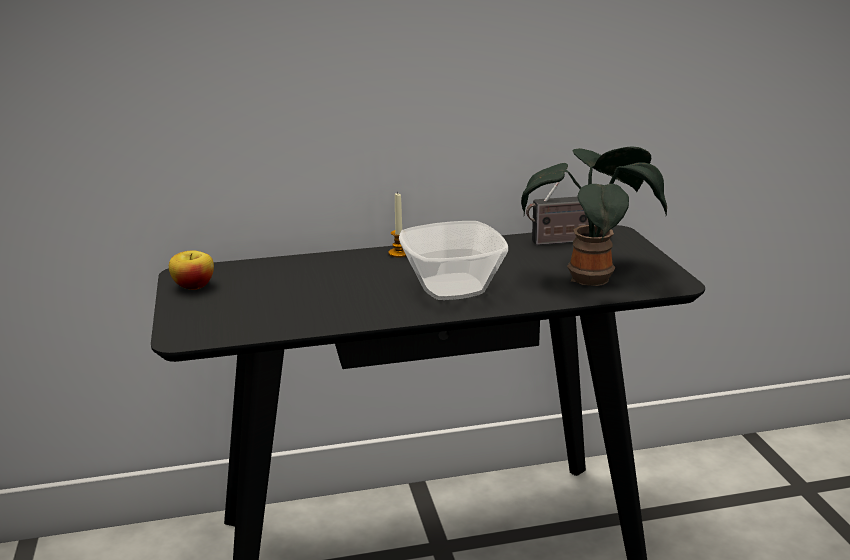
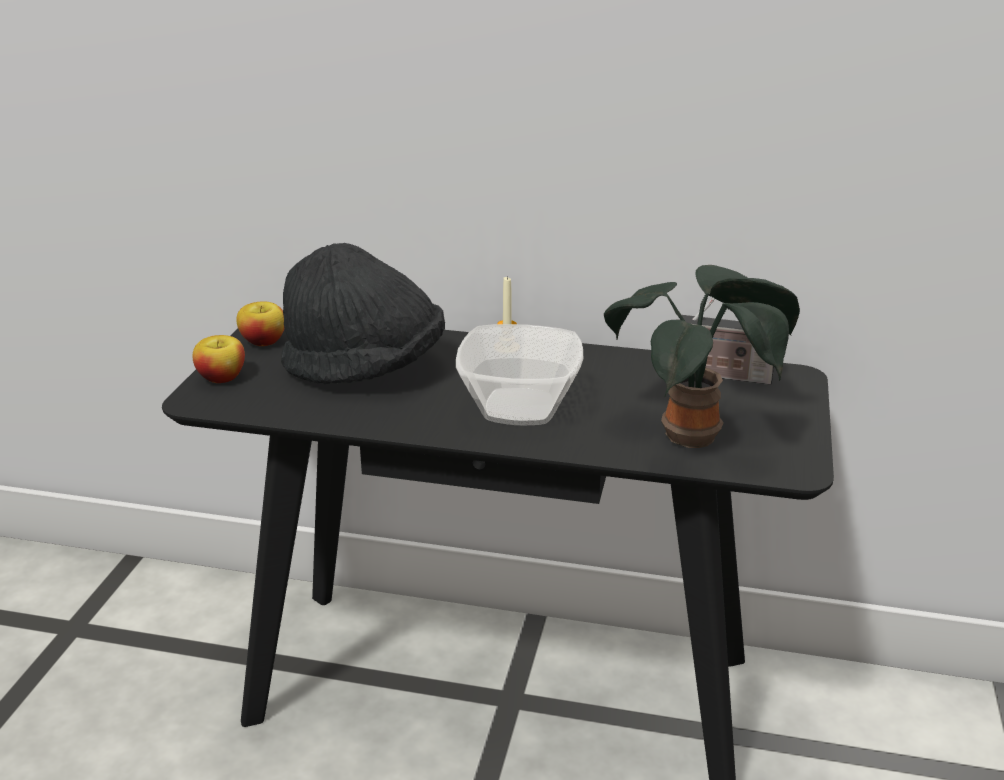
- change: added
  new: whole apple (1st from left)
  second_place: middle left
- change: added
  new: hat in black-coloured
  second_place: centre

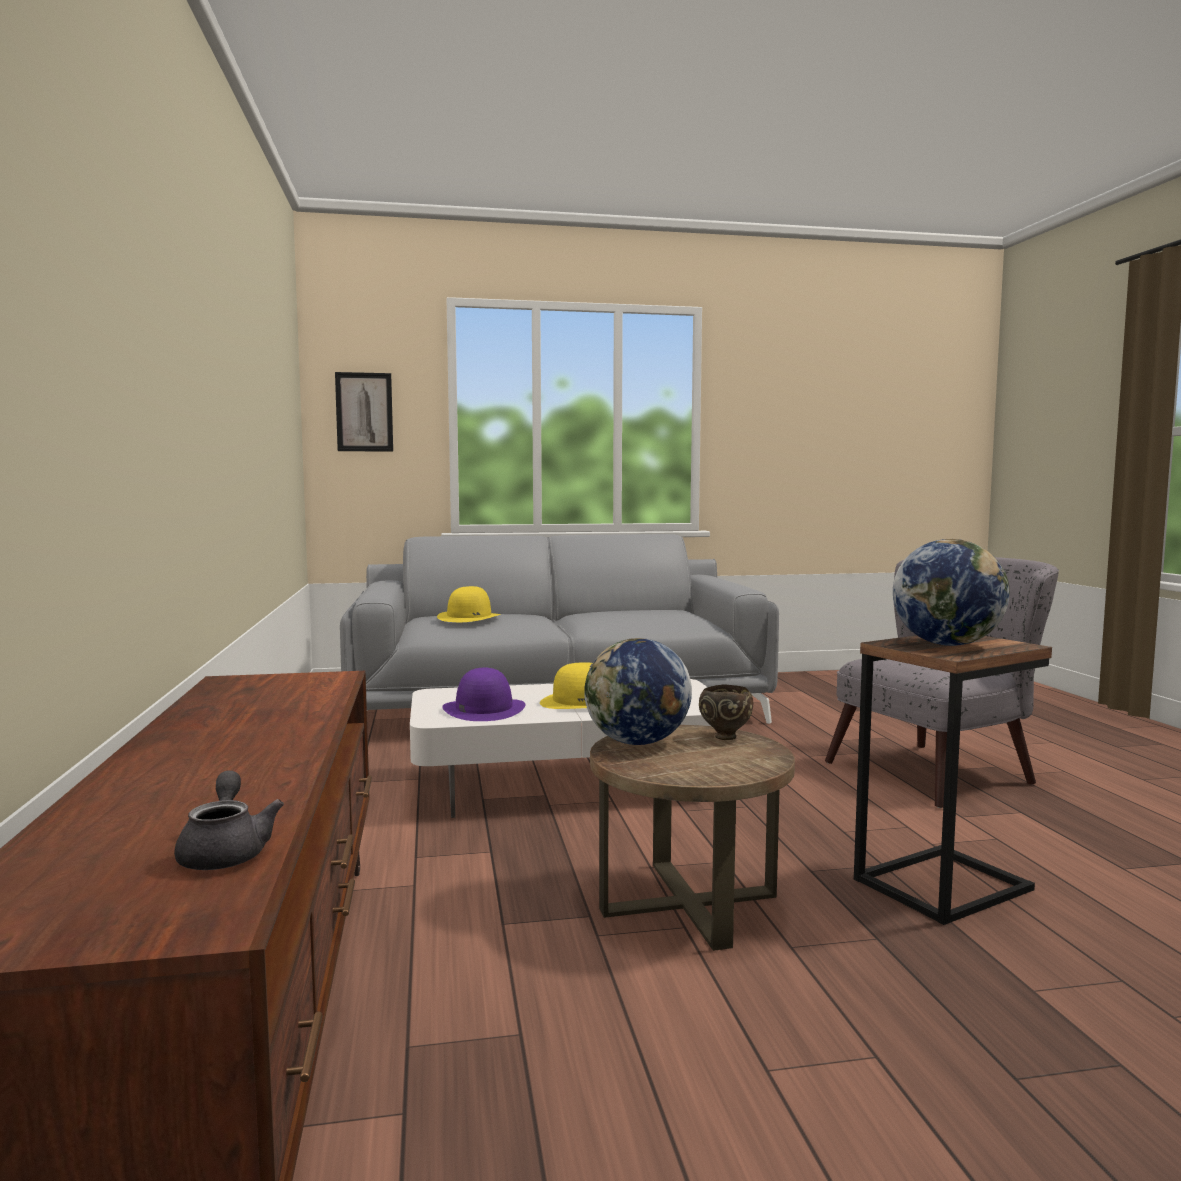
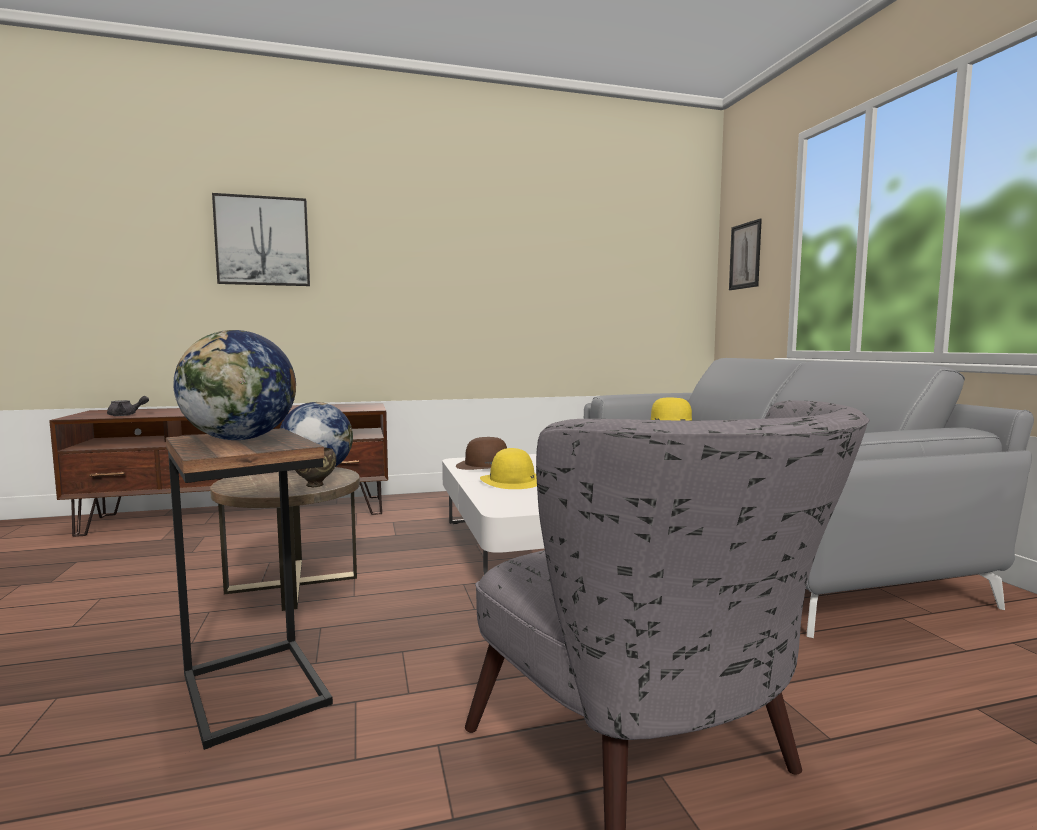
- change: added
  new: picture (1st from left)
  second_place: top left
- change: recoloured
  old: hat in purple
  new: hat in brown-coloured
  first_place: centre
  second_place: centre

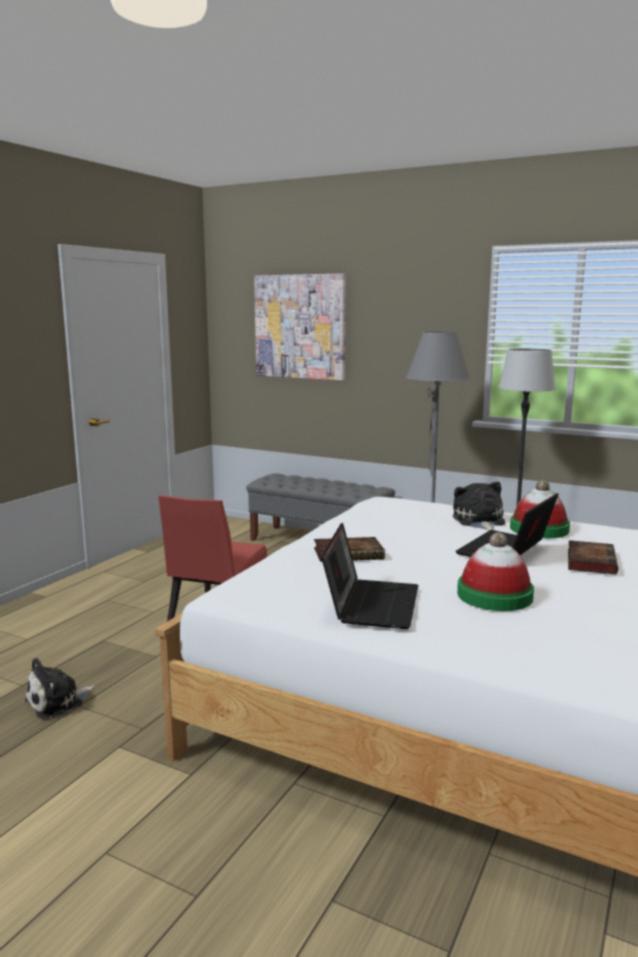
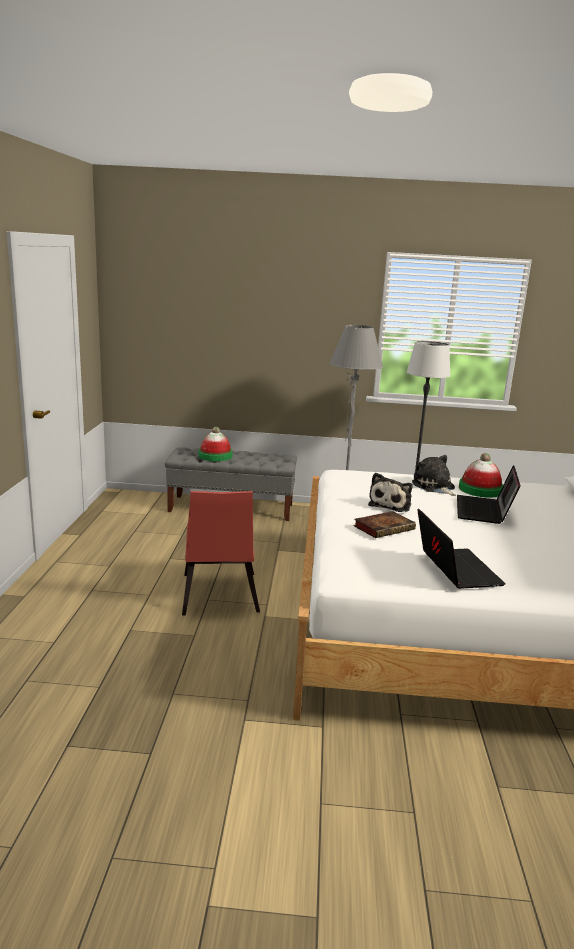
- change: moved
  old: hat (1st from left)
  first_place: middle right
  second_place: centre
- change: moved
  old: cuddly toy (1st from left)
  first_place: bottom left
  second_place: middle right
- change: removed
  old: picture
  first_place: centre
- change: removed
  old: volume (2nd from left)
  first_place: middle right

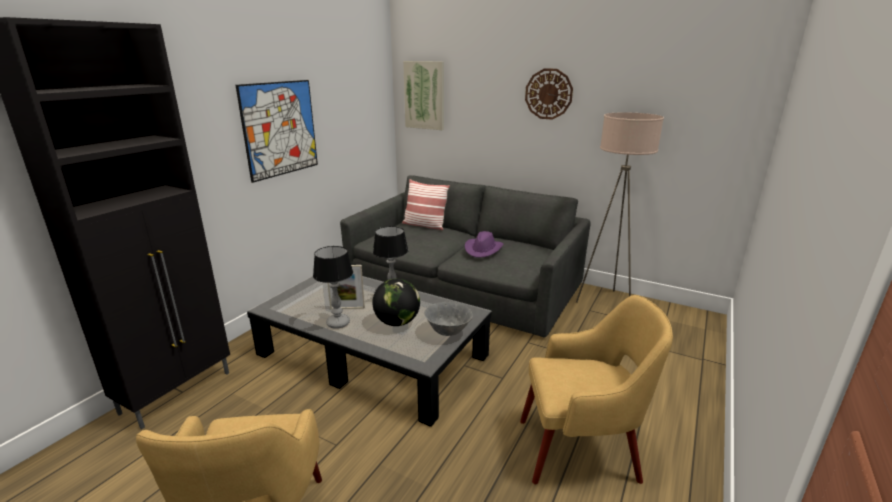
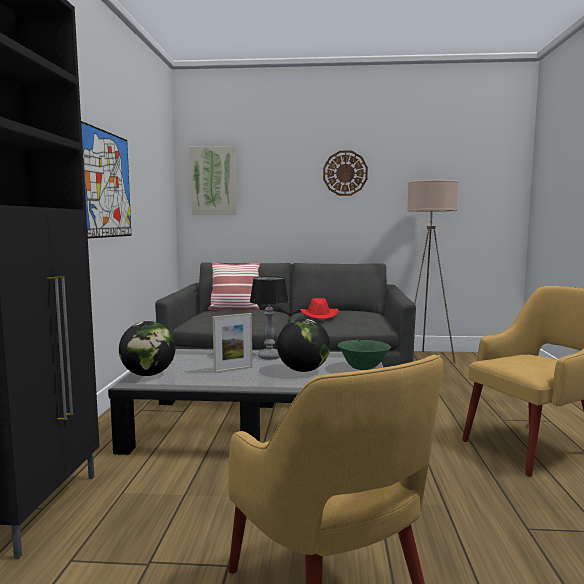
- change: added
  new: globe (1st from left)
  second_place: middle left
- change: recoloured
  old: hat in purple
  new: hat in red-coloured
  first_place: centre
  second_place: centre
- change: recoloured
  old: serving bowl in gray
  new: serving bowl in green
  first_place: centre
  second_place: centre
- change: removed
  old: lamp for a table (1st from left)
  first_place: centre

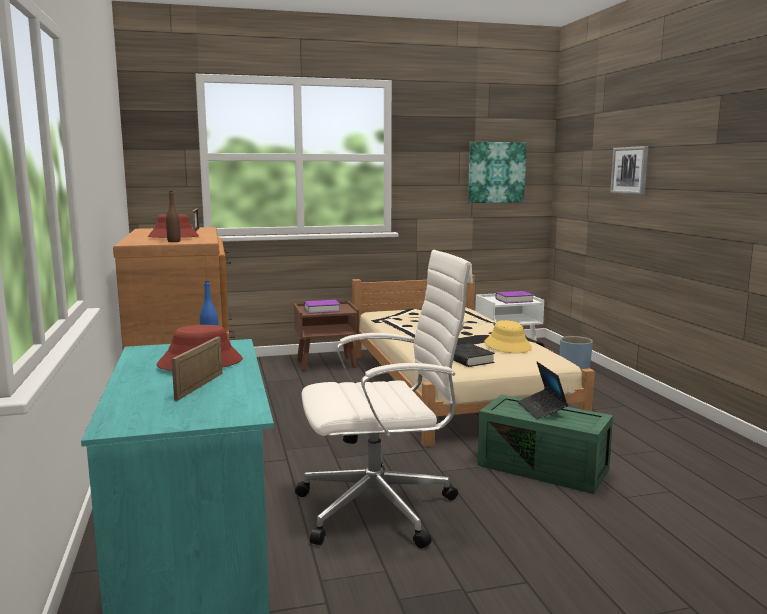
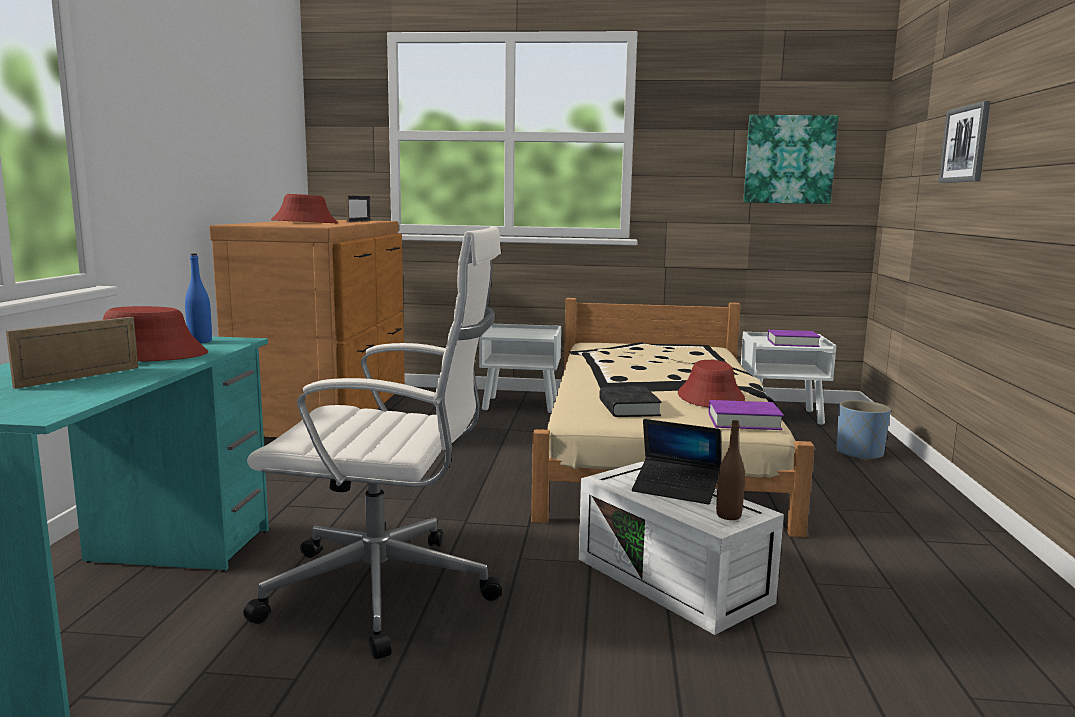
- change: recoloured
  old: night table in brown-coloured
  new: night table in white-coloured (1st from left)
  first_place: centre
  second_place: centre
- change: recoloured
  old: storage container in green
  new: storage container in white-coloured
  first_place: bottom right
  second_place: bottom centre
- change: turned
  old: laptop
  first_place: middle right
  second_place: centre
  degrees: -75
- change: recoloured
  old: hat in yellow-coloured
  new: hat in red-coloured (3rd from left)
  first_place: centre
  second_place: centre
- change: moved
  old: volume in purple (1st from left)
  first_place: centre
  second_place: middle right
- change: moved
  old: beverage bottle in brown-coloured
  first_place: middle left
  second_place: middle right

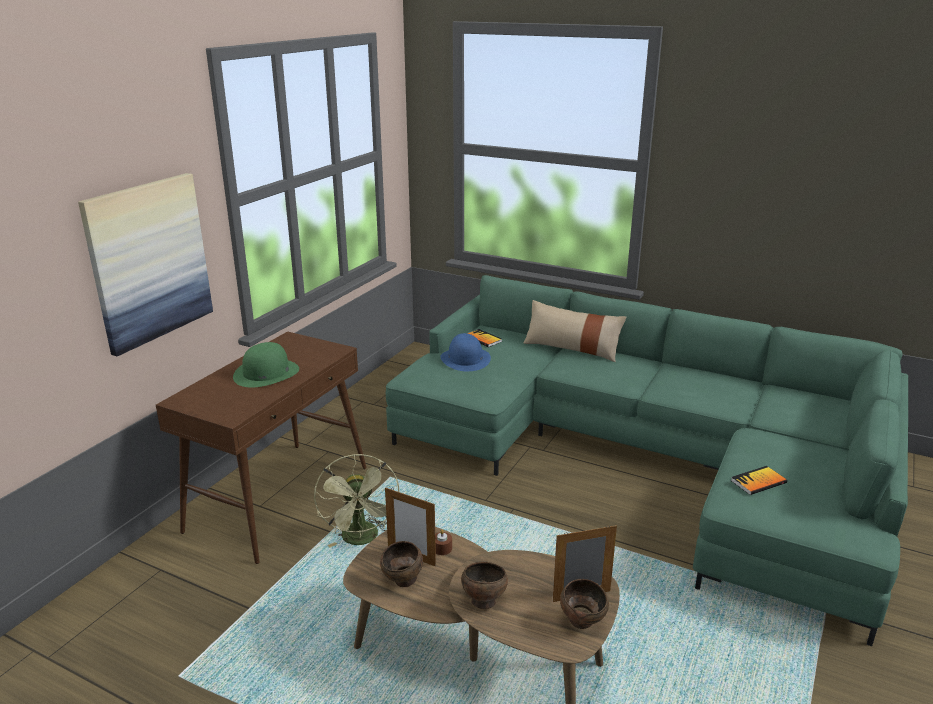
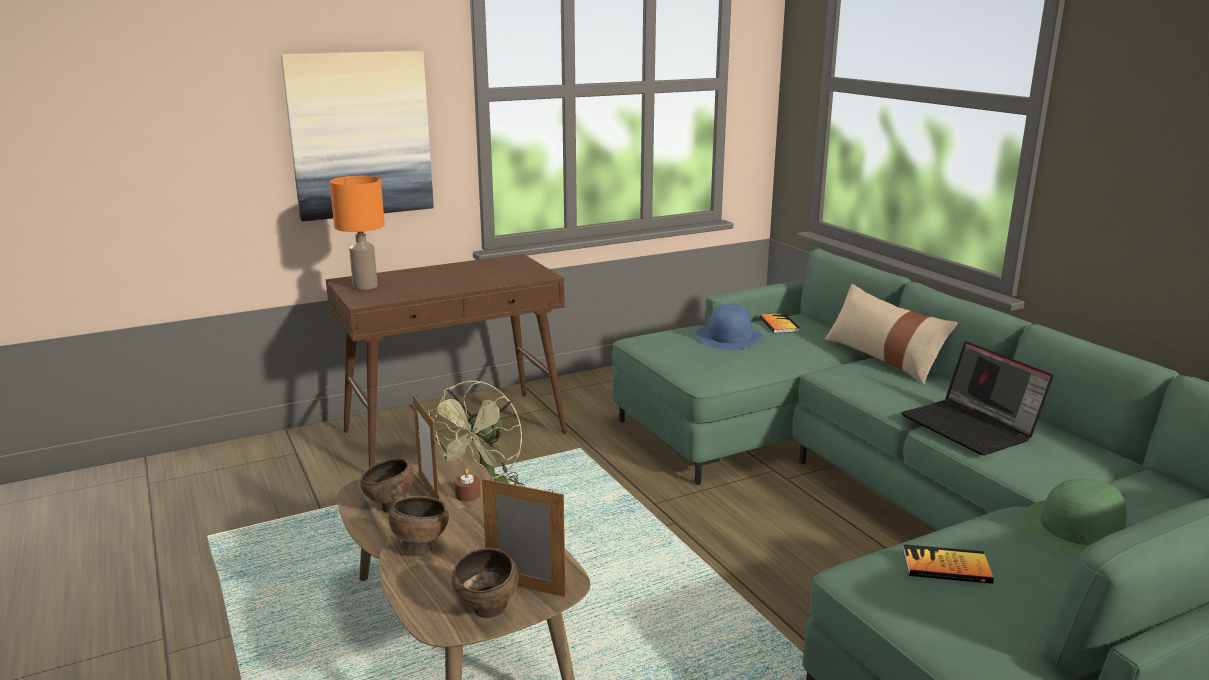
- change: added
  new: lamp for a table in orangey
  second_place: middle left
- change: added
  new: laptop
  second_place: middle right
- change: moved
  old: hat in green
  first_place: middle left
  second_place: bottom right

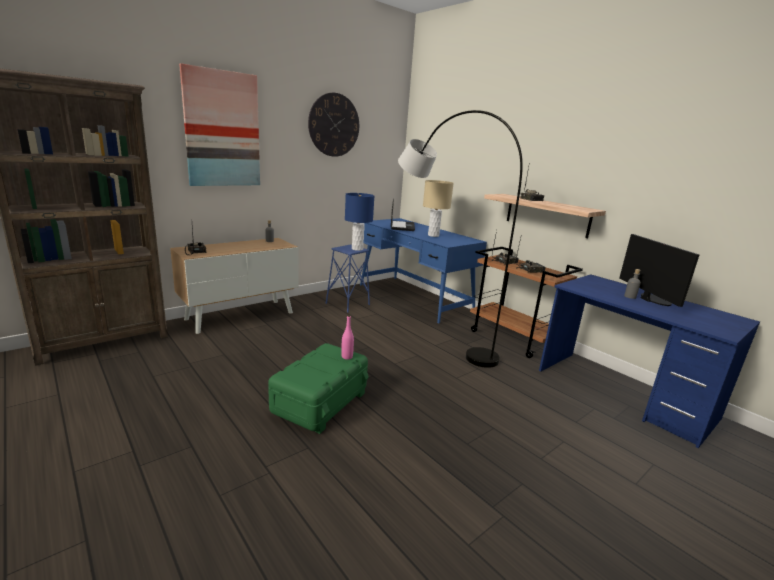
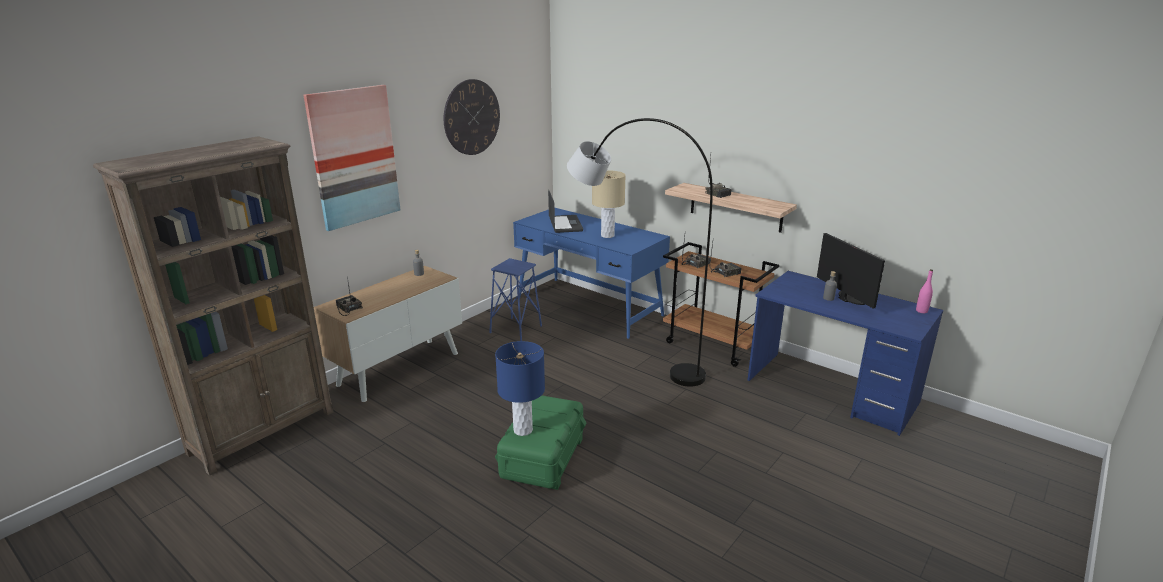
- change: moved
  old: lamp for a table in blue
  first_place: centre
  second_place: bottom centre
- change: moved
  old: beverage bottle in pink-coloured
  first_place: centre
  second_place: middle right

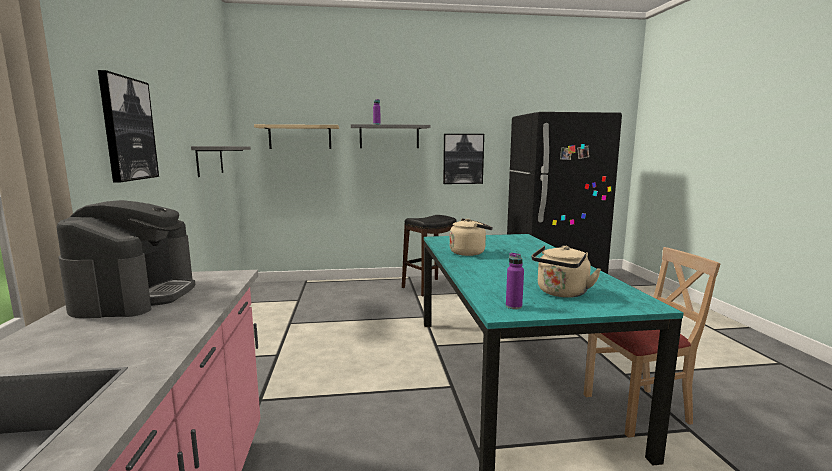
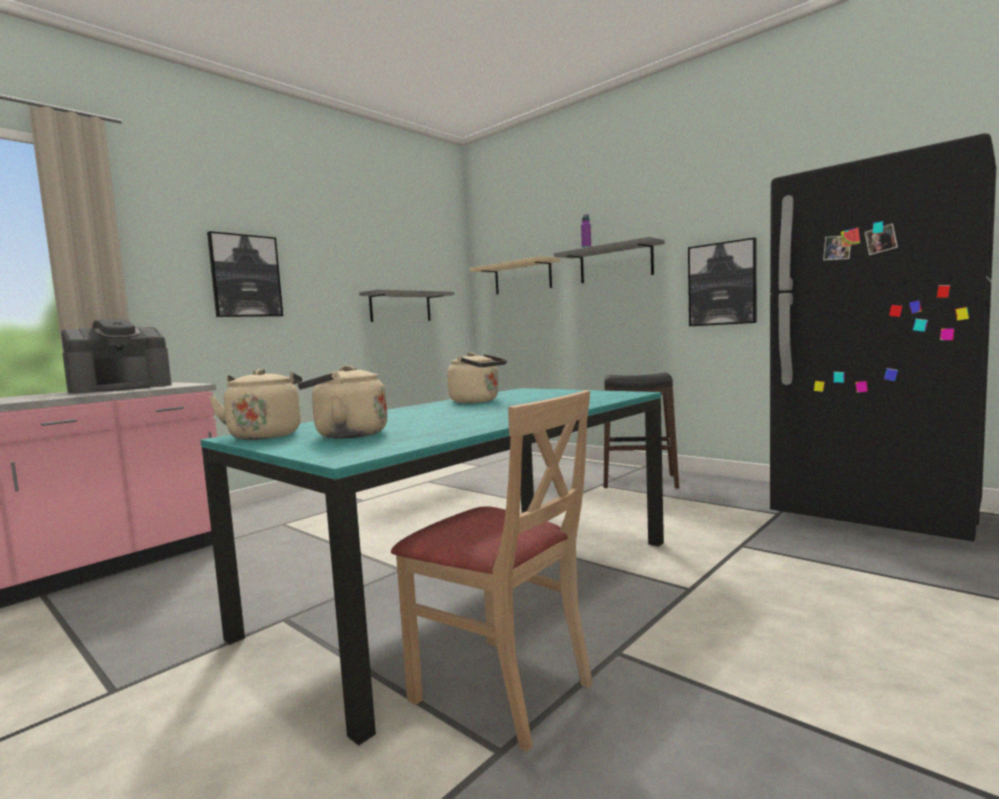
- change: replaced
  old: beverage bottle in purple (2nd from left)
  new: kettle in beige-coloured (1st from left)
  first_place: centre
  second_place: middle left

